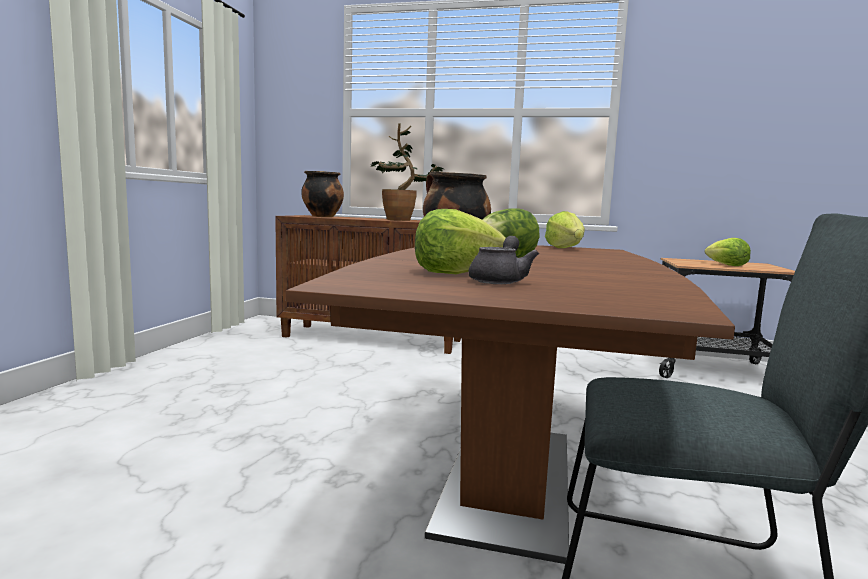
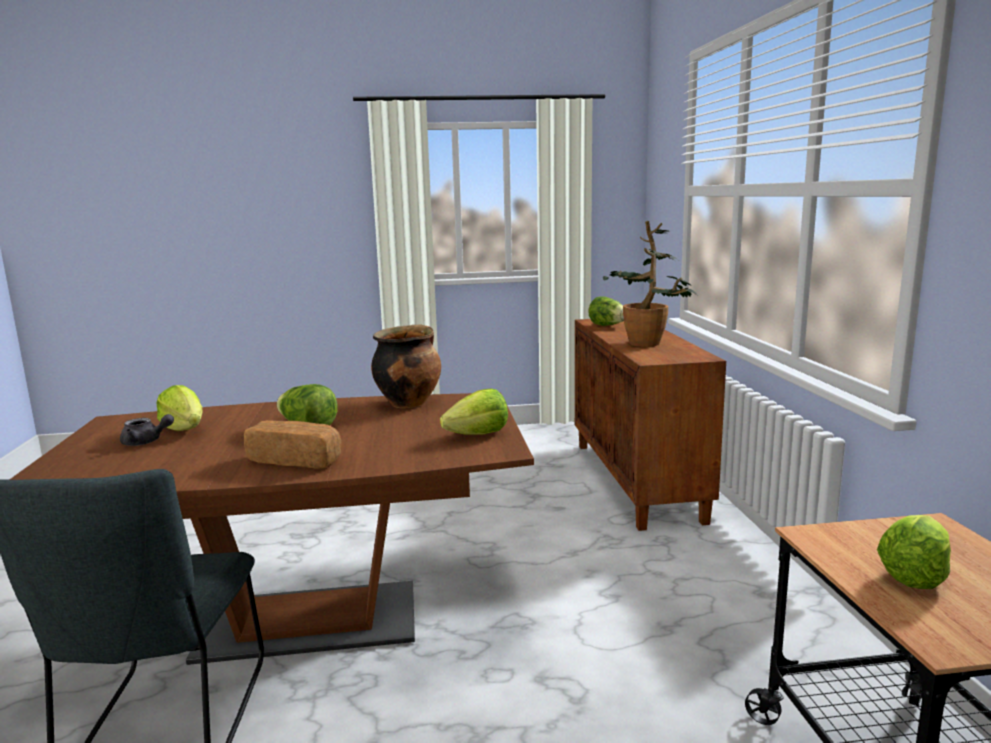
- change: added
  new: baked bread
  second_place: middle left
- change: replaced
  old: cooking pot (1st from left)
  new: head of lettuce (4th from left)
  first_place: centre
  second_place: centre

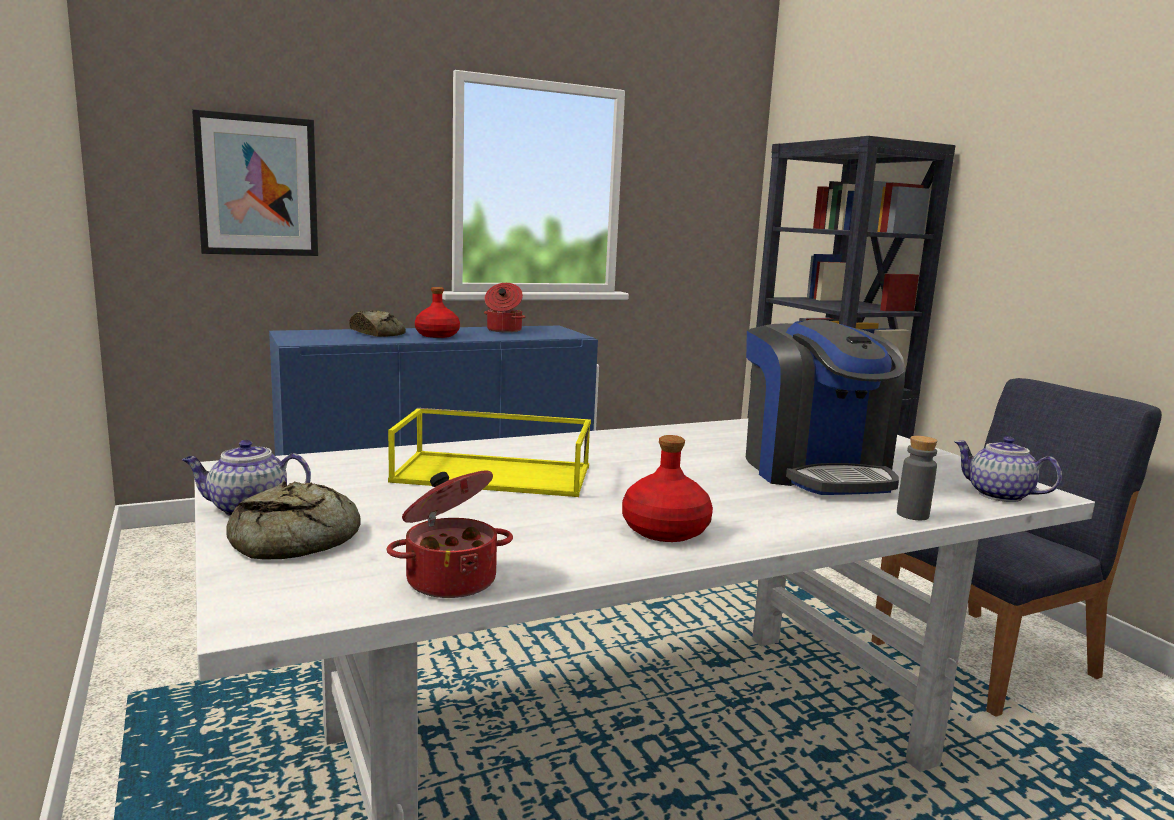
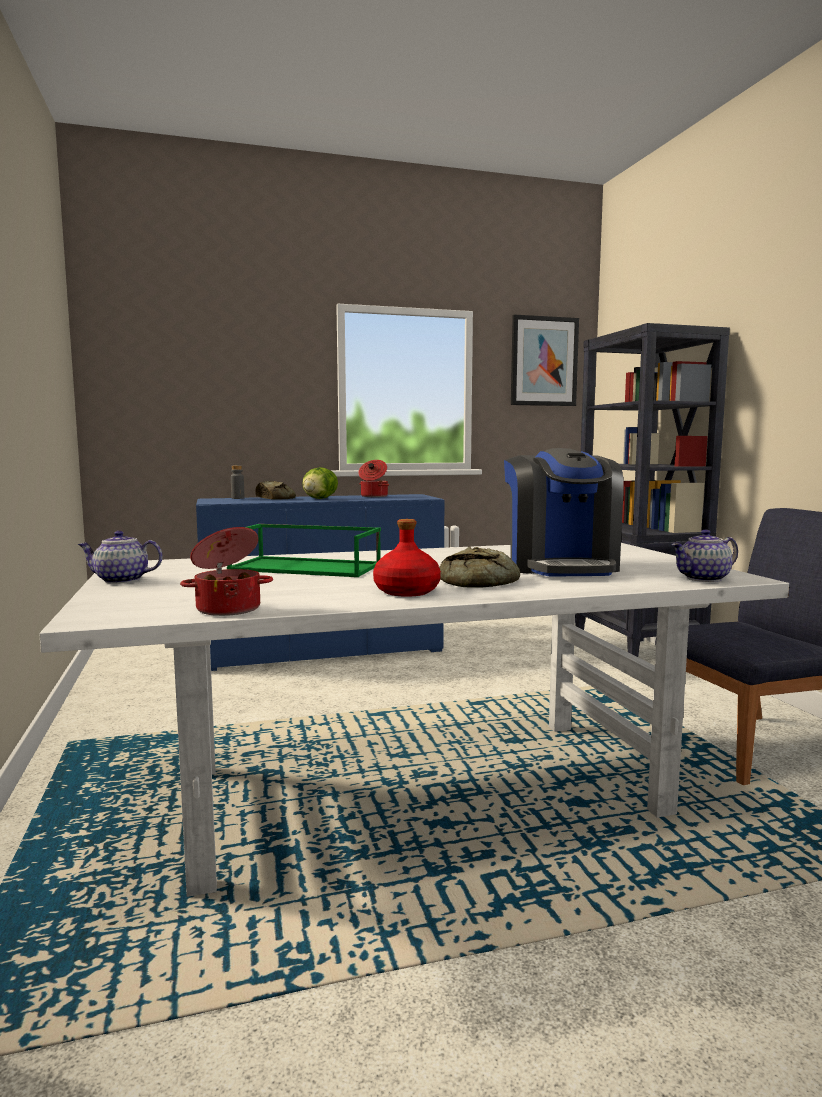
- change: recoloured
  old: serving tray in yellow-coloured
  new: serving tray in green
  first_place: centre
  second_place: centre
- change: moved
  old: beverage bottle in gray
  first_place: middle right
  second_place: middle left
- change: replaced
  old: beverage bottle in red-coloured (1st from left)
  new: head of lettuce
  first_place: centre
  second_place: centre
- change: moved
  old: baked bread (1st from left in the first image)
  new: baked bread (2nd from left)
  first_place: middle left
  second_place: centre
- change: moved
  old: picture
  first_place: top left
  second_place: top centre
- change: turned
  old: teapot (2nd from left)
  first_place: middle right
  second_place: middle right
  degrees: -75

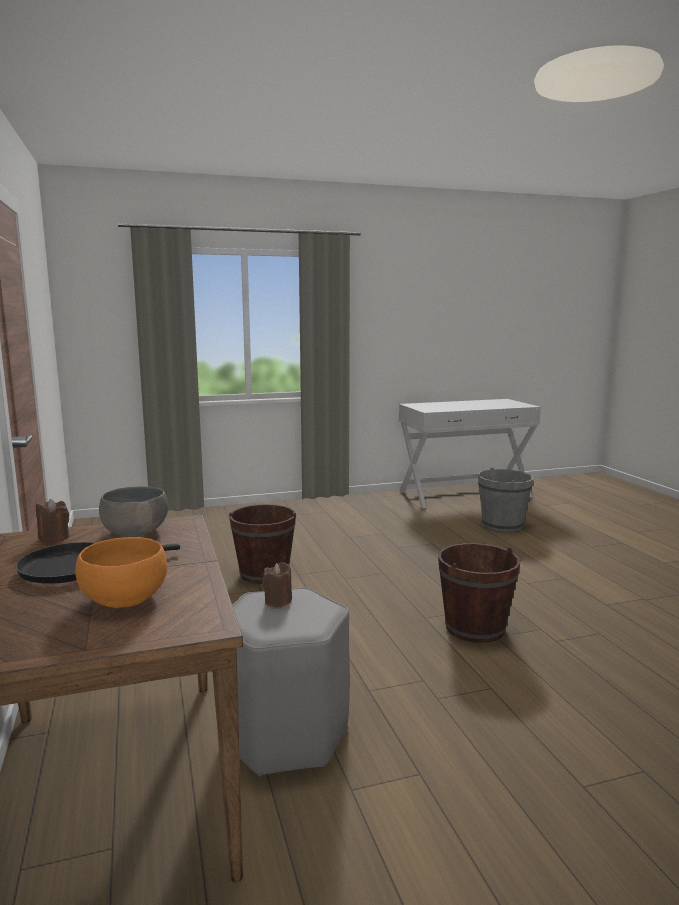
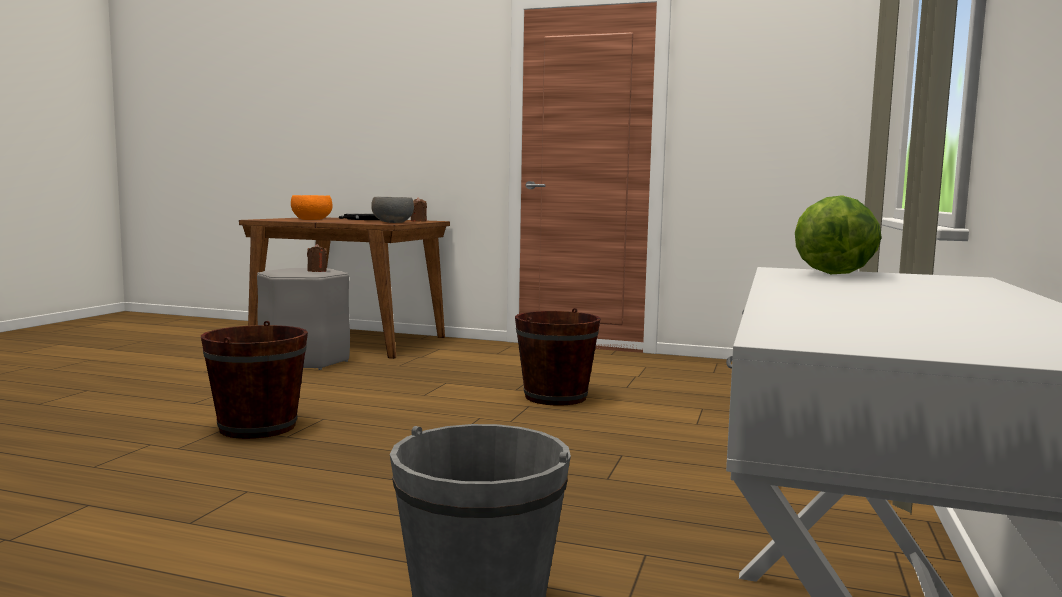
- change: added
  new: head of lettuce
  second_place: middle right

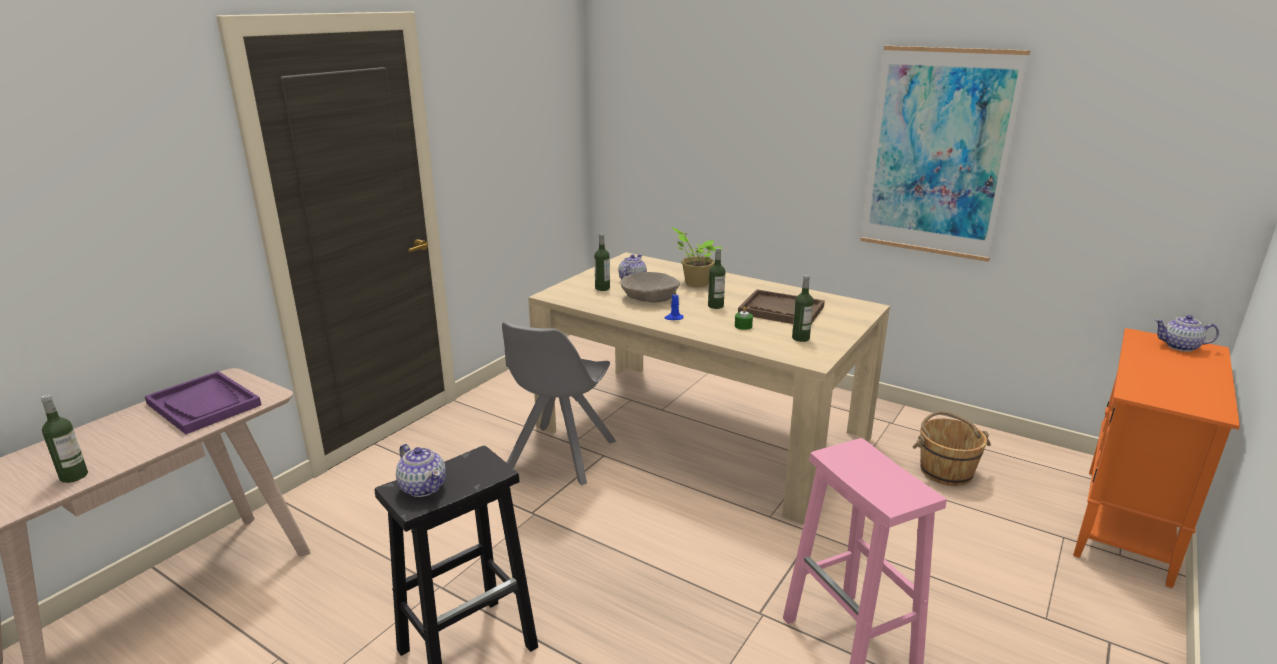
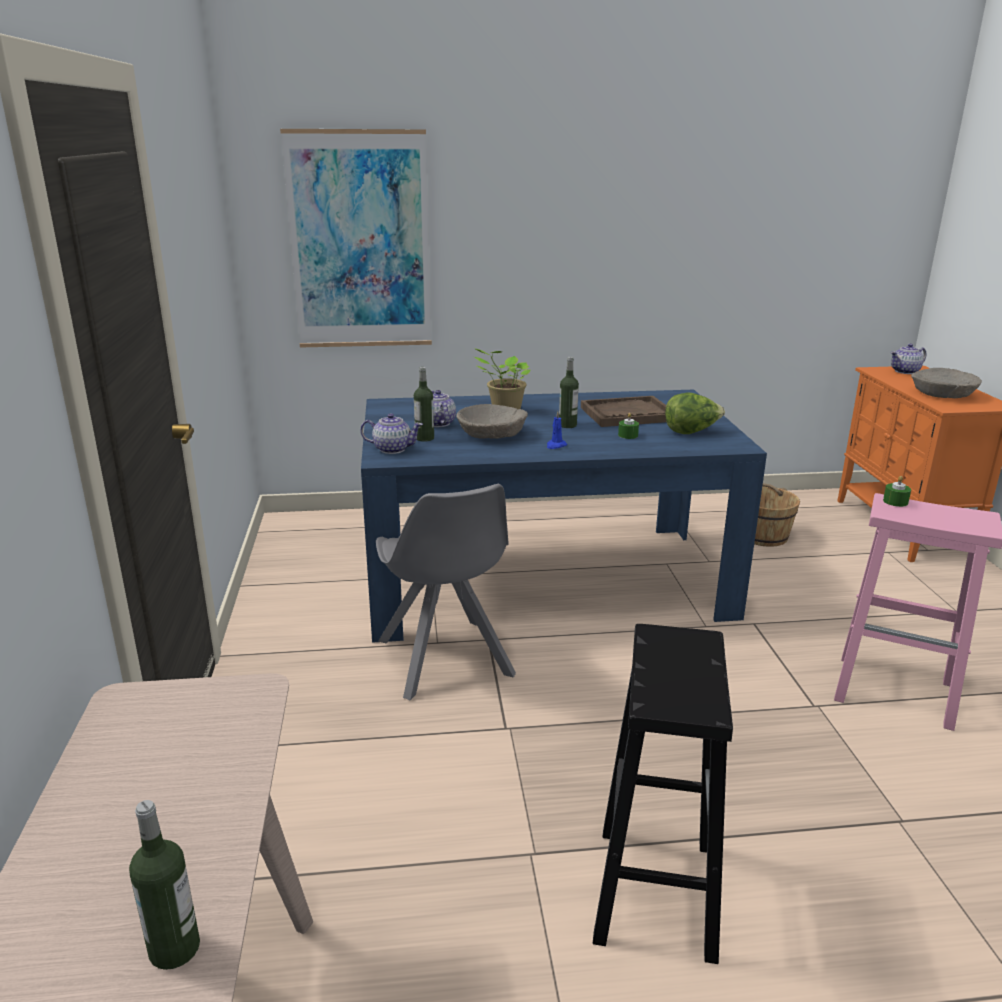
- change: moved
  old: picture
  first_place: top right
  second_place: top centre
- change: moved
  old: teapot (1st from left)
  first_place: bottom left
  second_place: centre
- change: recoloured
  old: kitchen table in beige-coloured
  new: kitchen table in blue
  first_place: centre
  second_place: centre
- change: replaced
  old: beverage bottle (4th from left)
  new: head of lettuce
  first_place: centre
  second_place: middle right
- change: added
  new: wax light in green (2nd from left)
  second_place: middle right
- change: added
  new: serving bowl in beige-coloured (2nd from left)
  second_place: middle right
- change: removed
  old: serving tray in purple
  first_place: middle left

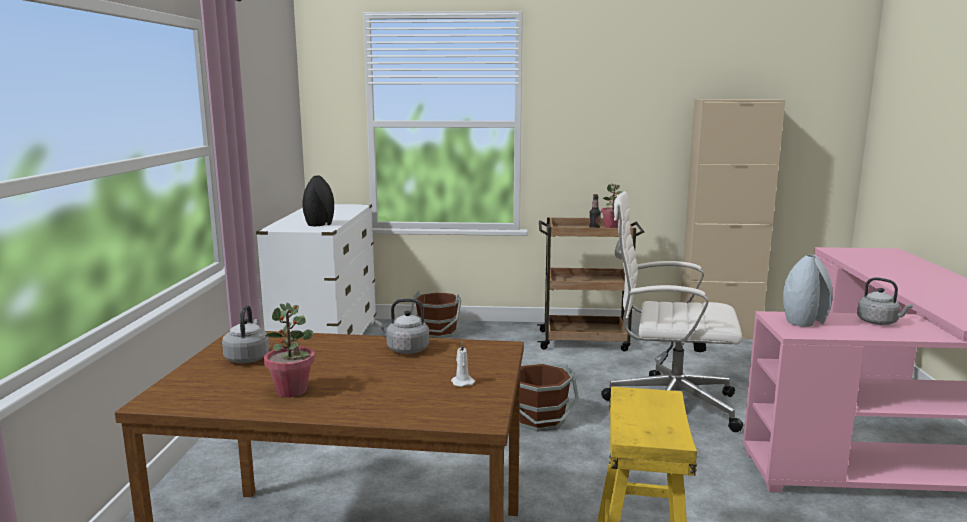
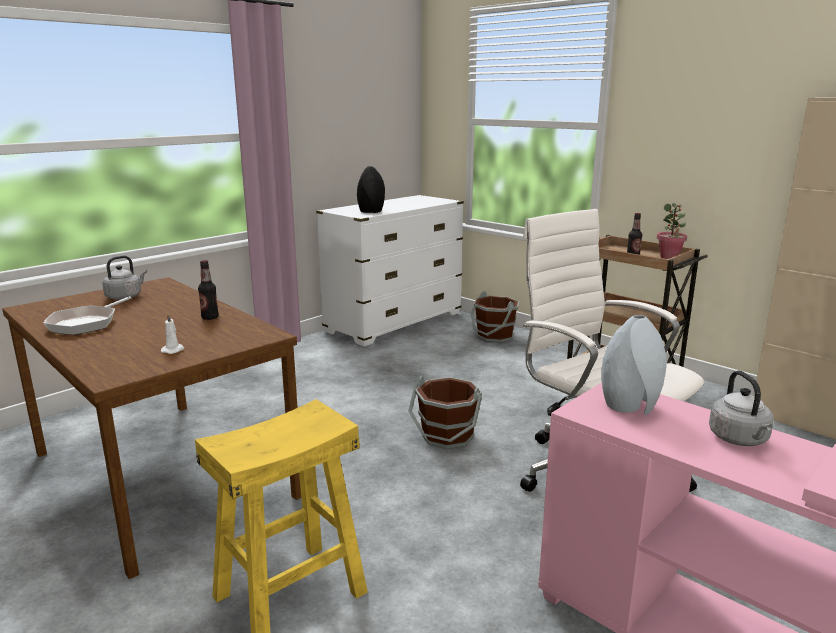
- change: replaced
  old: potted plant (1st from left)
  new: skillet
  first_place: bottom left
  second_place: middle left
- change: replaced
  old: kettle in gray (2nd from left)
  new: beverage bottle (1st from left)
  first_place: centre
  second_place: middle left

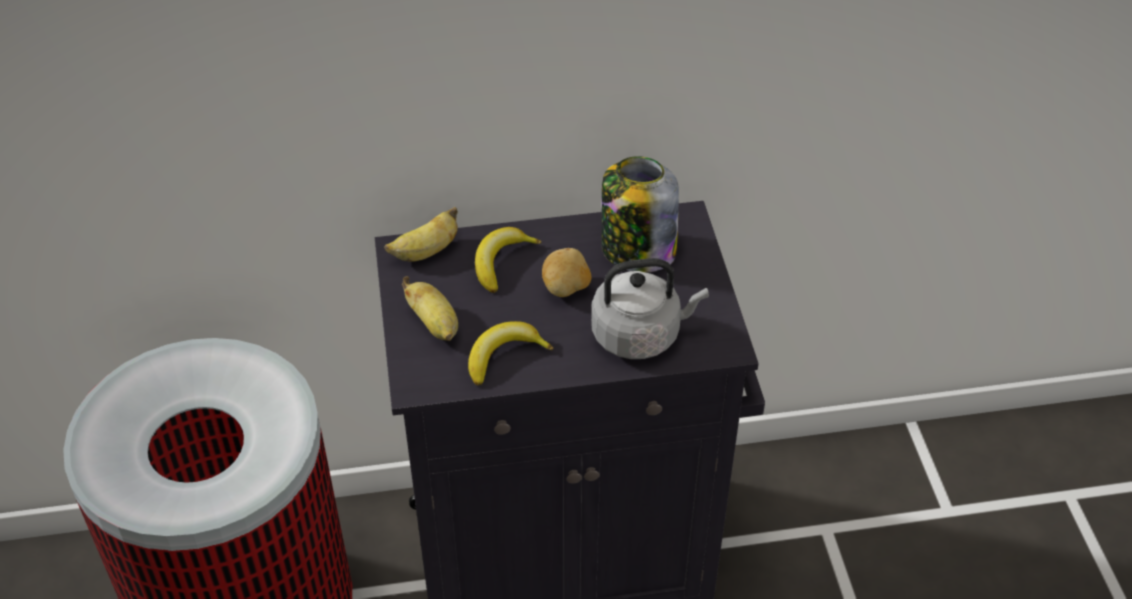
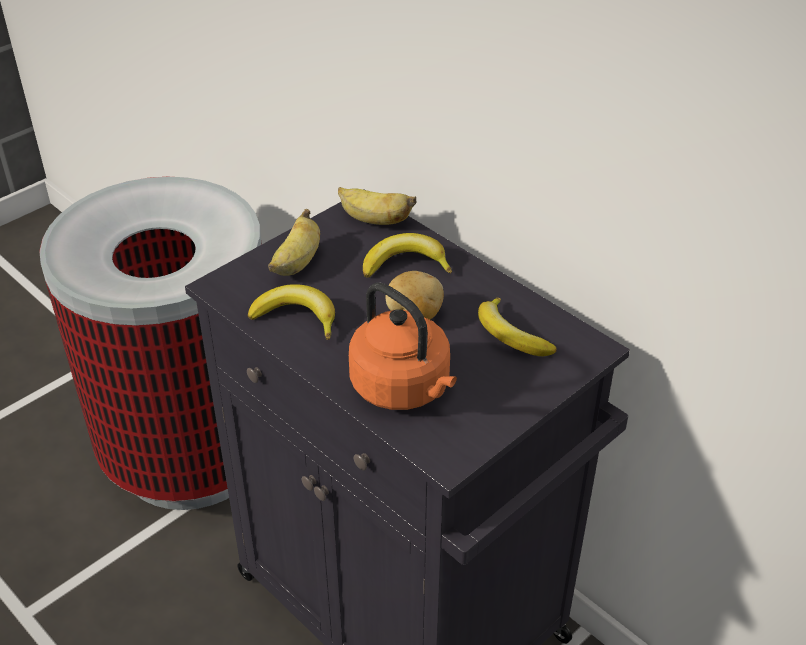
- change: recoloured
  old: kettle in gray
  new: kettle in orangey
  first_place: centre
  second_place: centre
- change: replaced
  old: jar
  new: banana fruit (5th from left)
  first_place: centre
  second_place: centre

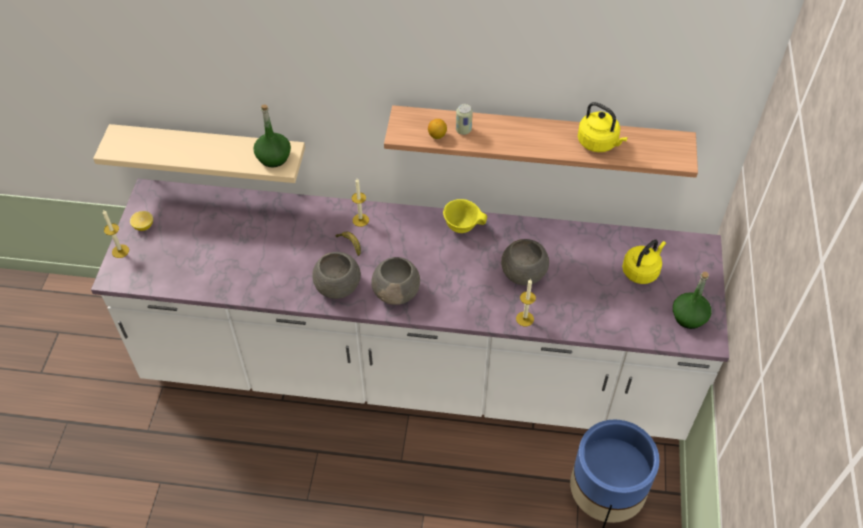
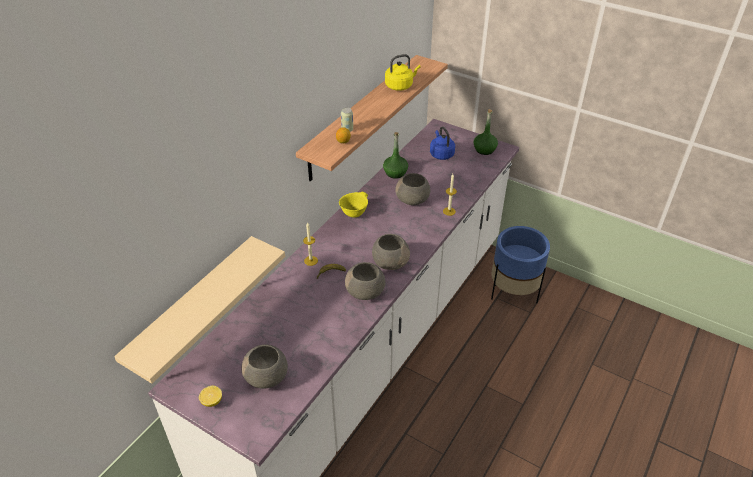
- change: added
  new: serving bowl in gray (1st from left)
  second_place: bottom centre
- change: moved
  old: beverage bottle in green (1st from left)
  first_place: top left
  second_place: top centre
- change: recoloured
  old: kettle in yellow-coloured (2nd from left)
  new: kettle in blue
  first_place: middle right
  second_place: top centre
- change: removed
  old: wax light (1st from left)
  first_place: middle left

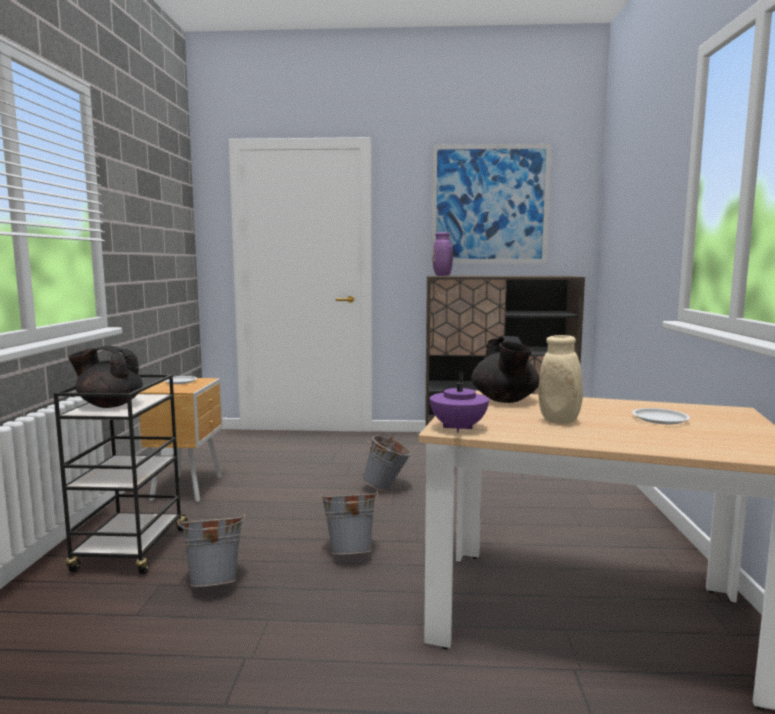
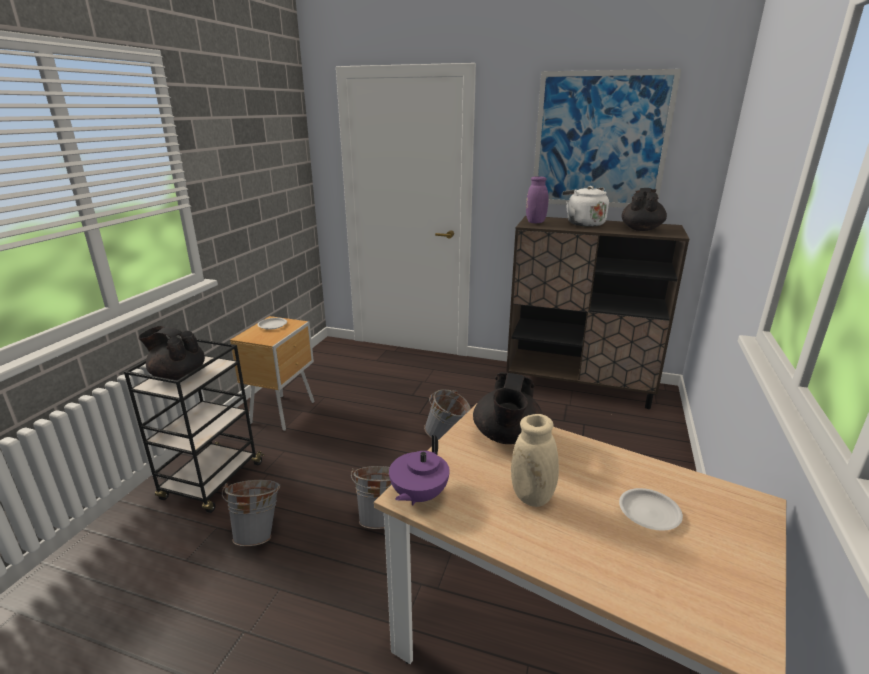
- change: added
  new: kettle in white-coloured
  second_place: top right
- change: added
  new: teapot in black-coloured (3rd from left)
  second_place: top right

